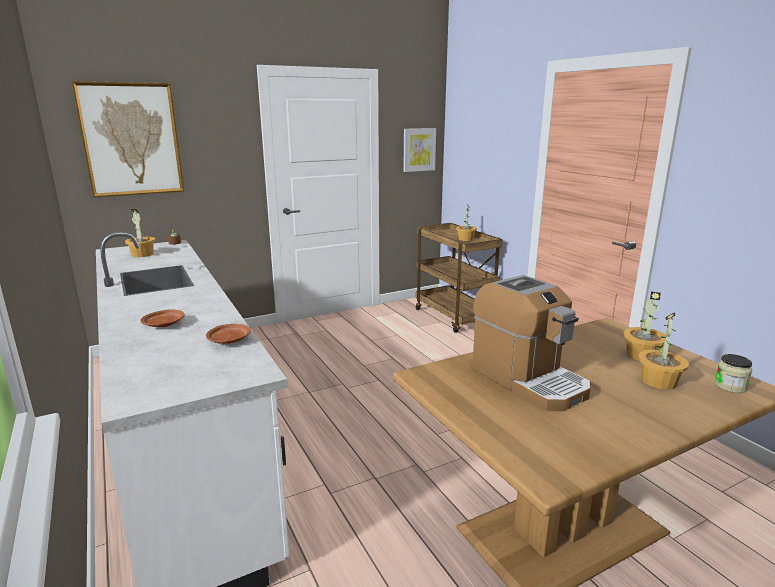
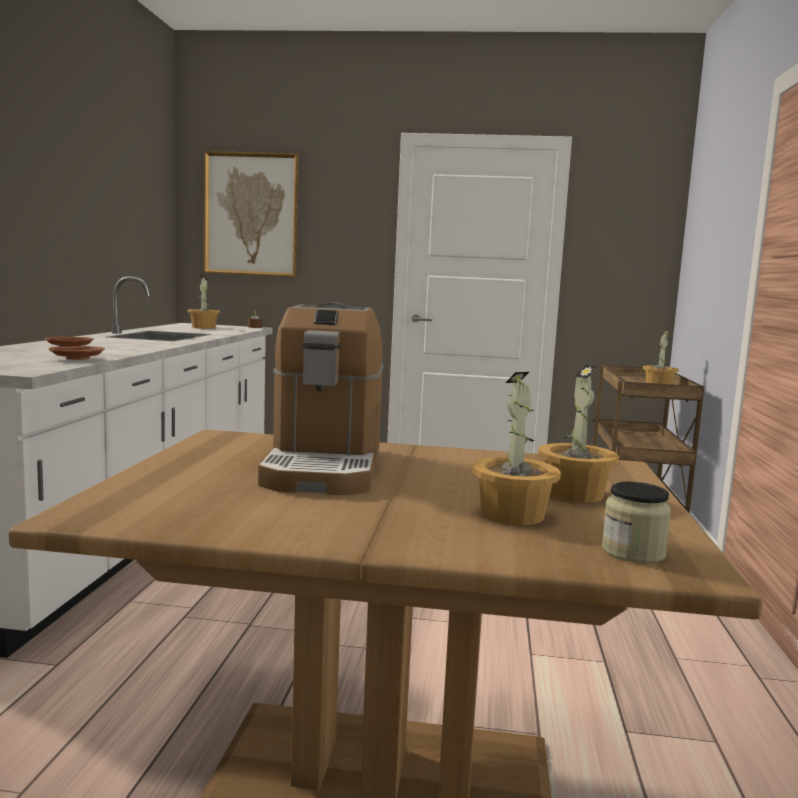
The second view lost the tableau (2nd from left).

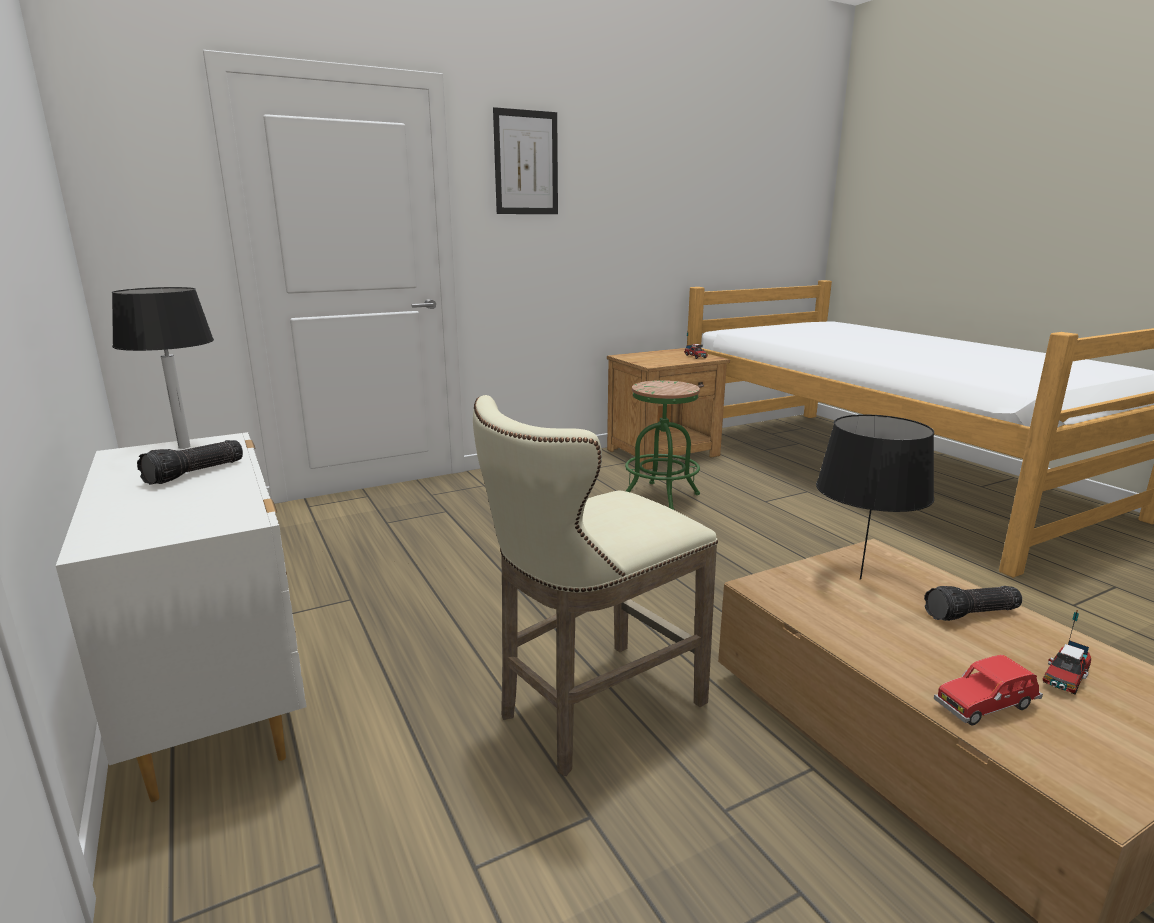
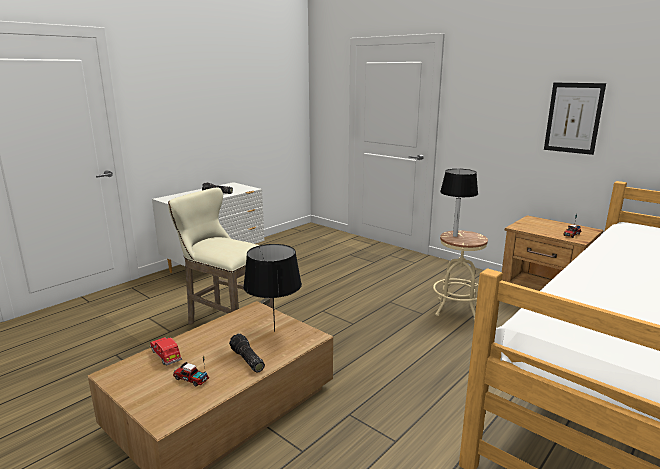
The tableau ended up elsewhere. The lampe de table/noir (1st from left in the first image) ended up elsewhere. What was the tabouret/vert turned into the tabouret/beige (2nd from left).

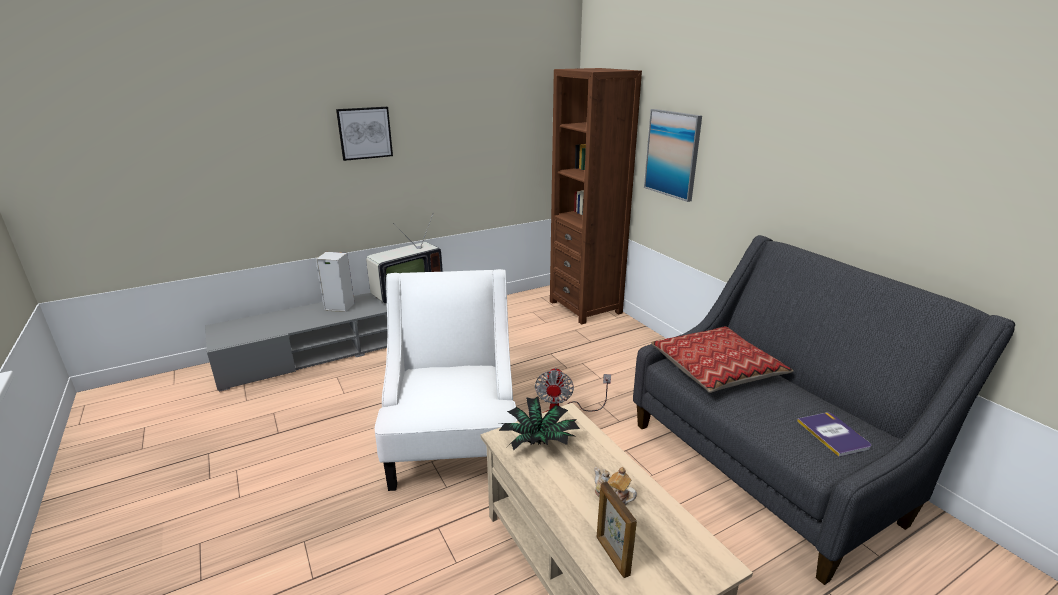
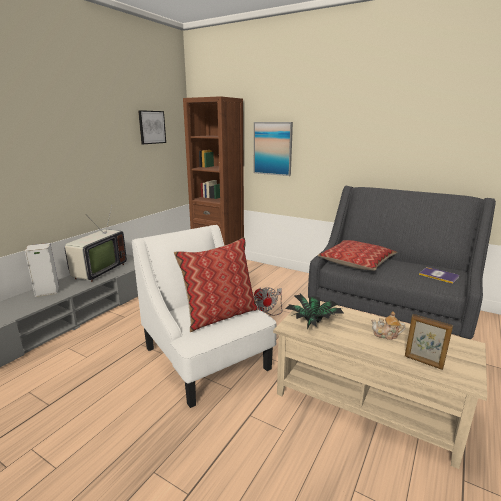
The tableau (1st from left) ended up elsewhere. The second view gained the coussin (1st from left).

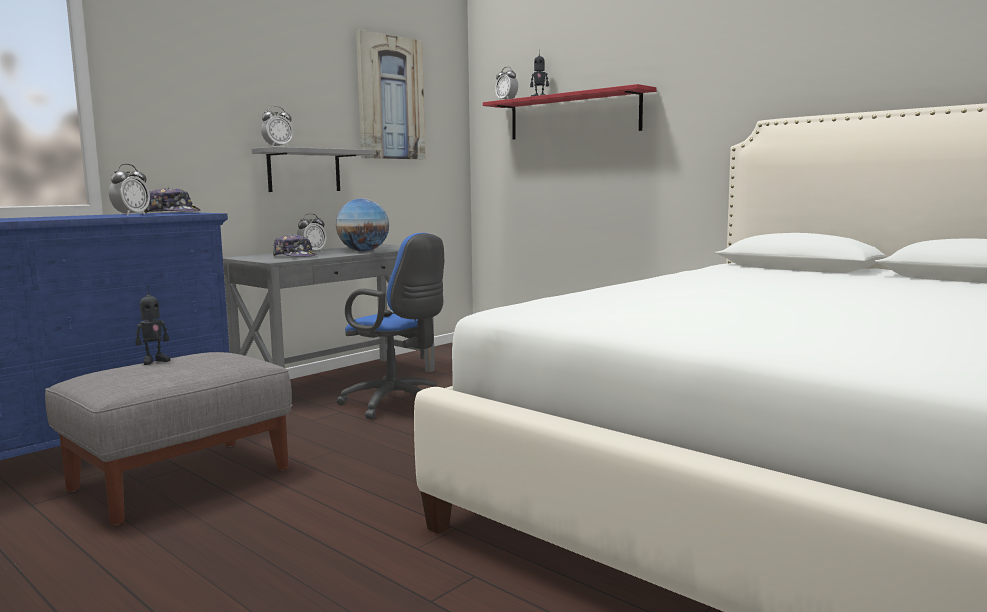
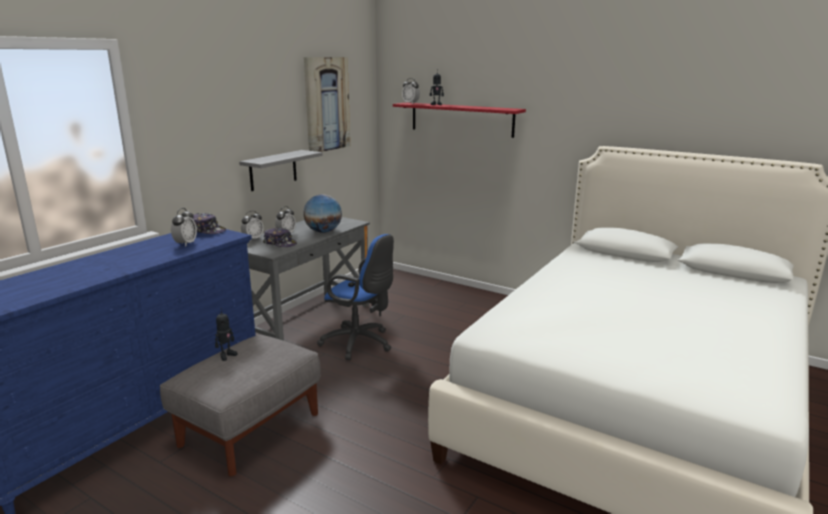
The réveil (2nd from left) ended up elsewhere.

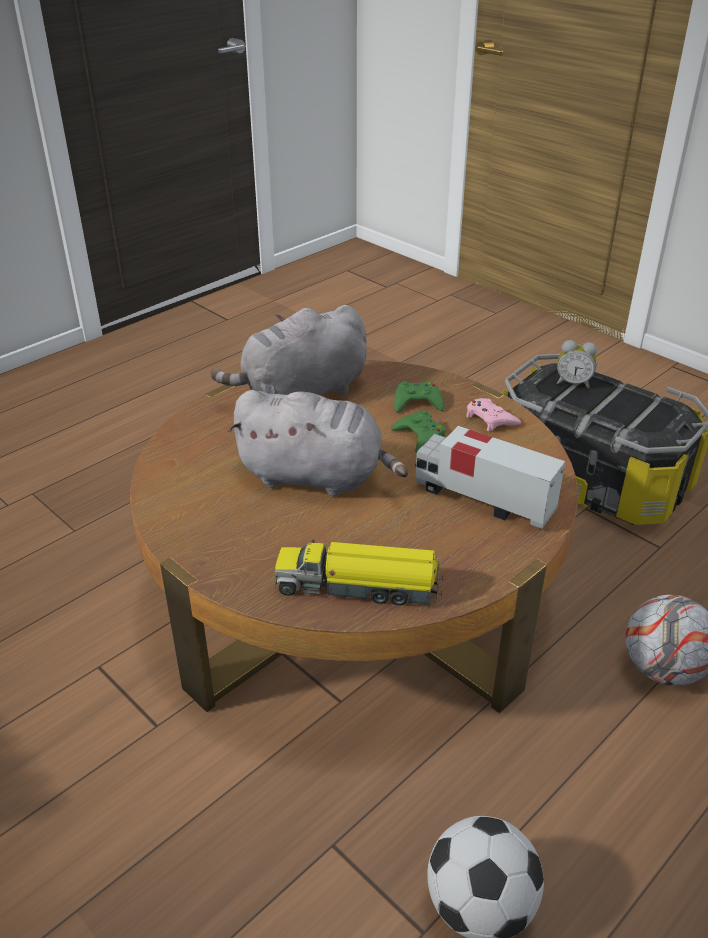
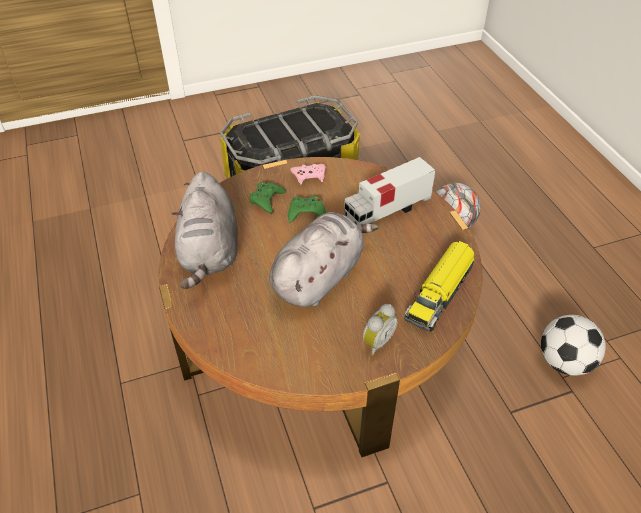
The réveil ended up elsewhere.

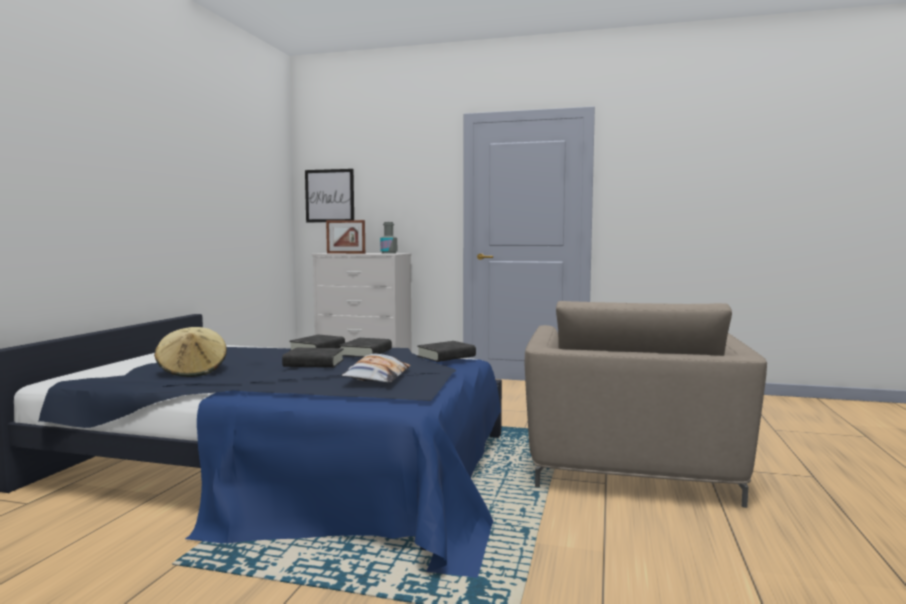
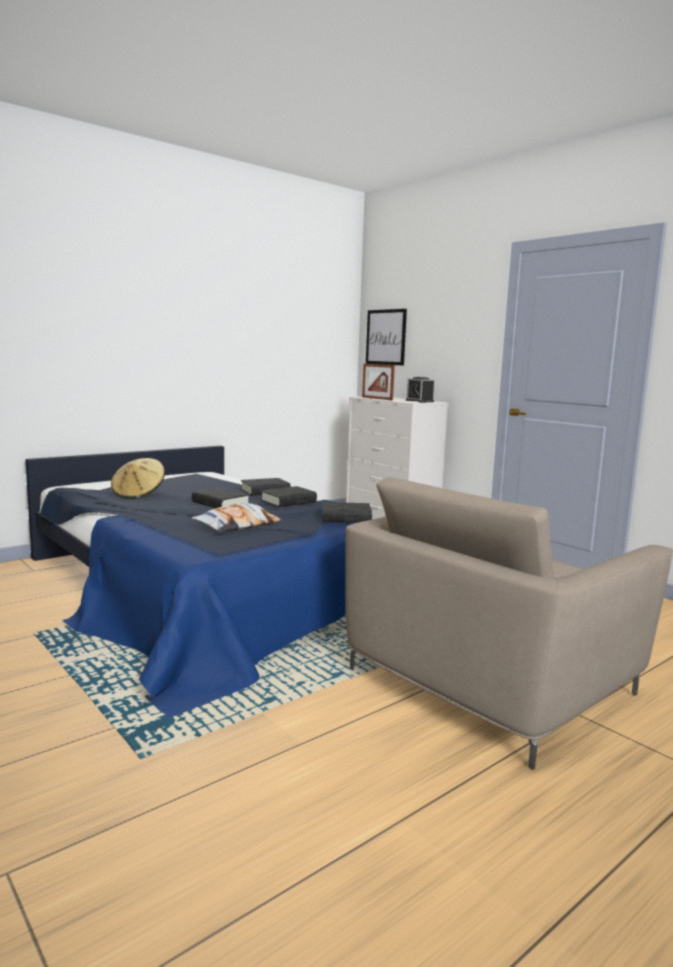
Where the bouteille/gris stood, the réveil came to stand.

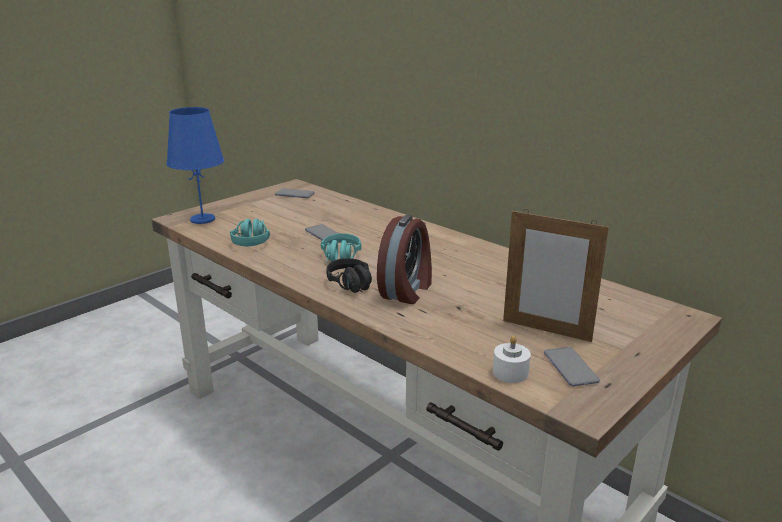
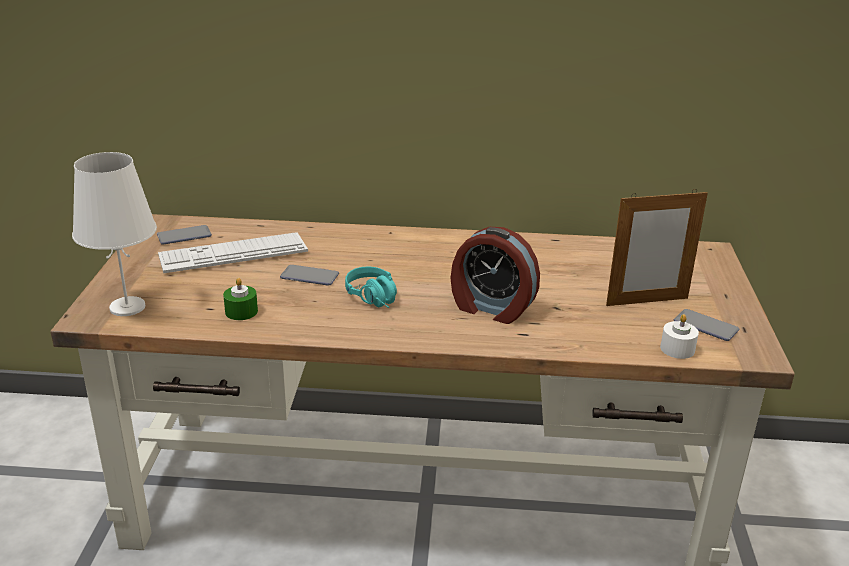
What was the lampe de table/bleu turned into the lampe de table/blanc. The réveil ended up facing another way, 135 degrees clockwise from before. Where the casque audio/turquoise (1st from left) stood, the bougie/vert came to stand. The second view lost the casque audio/noir. The second view gained the clavier.

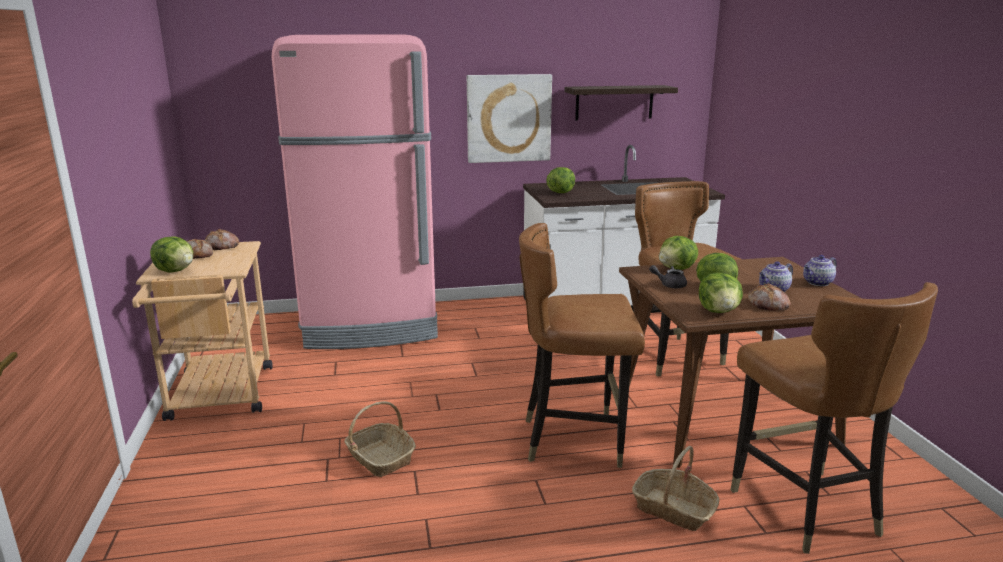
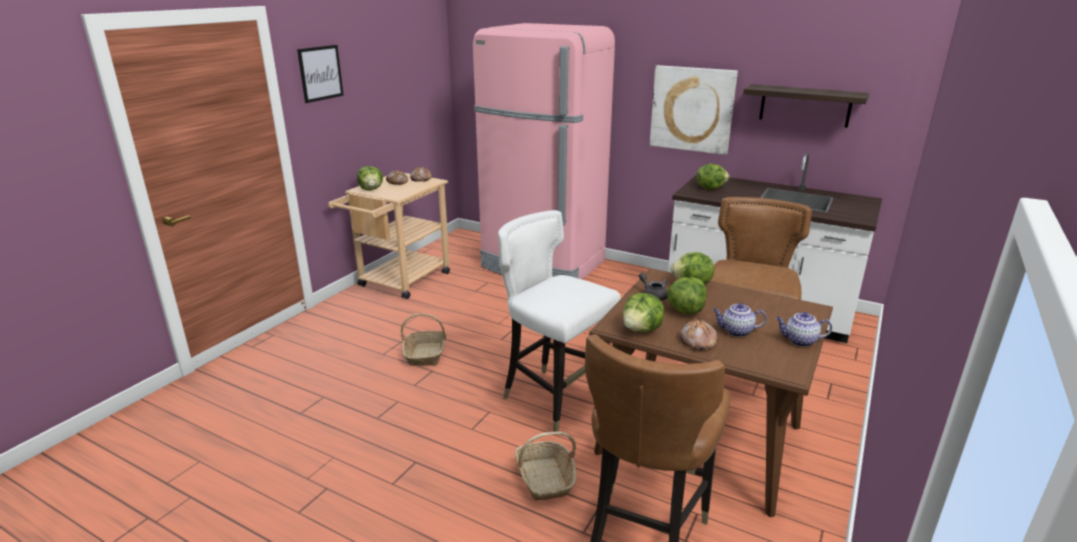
What was the chaise/marron (1st from left) turned into the chaise/blanc. The second view gained the tableau (1st from left).

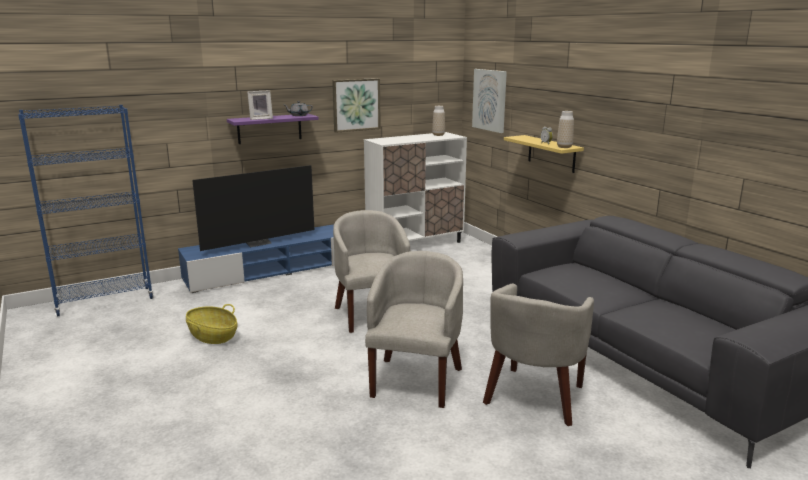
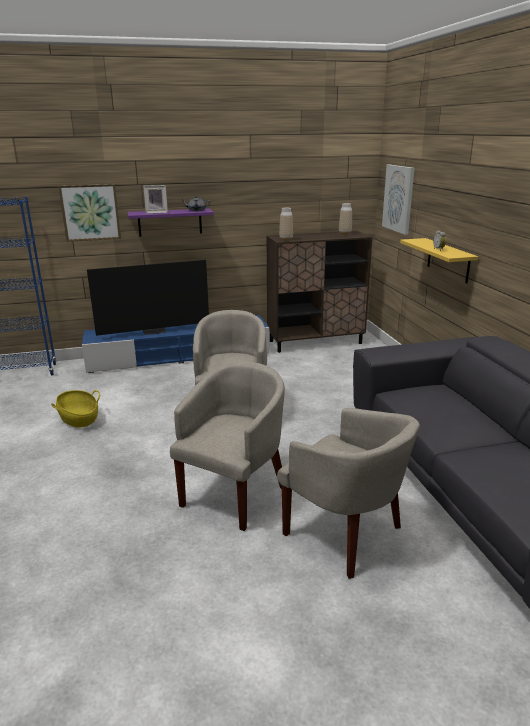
The tableau (1st from left) ended up elsewhere. The vase (2nd from left in the first image) ended up elsewhere. What was the meuble de rangement/blanc turned into the meuble de rangement/marron. The fauteuil/beige (3rd from left) ended up facing another way, 90 degrees counterclockwise from before.

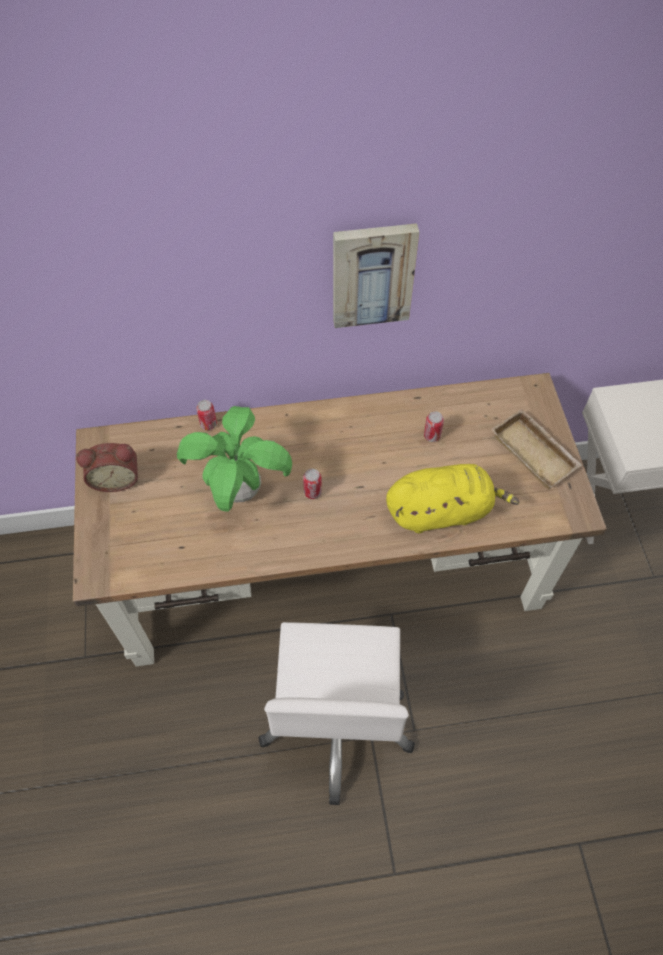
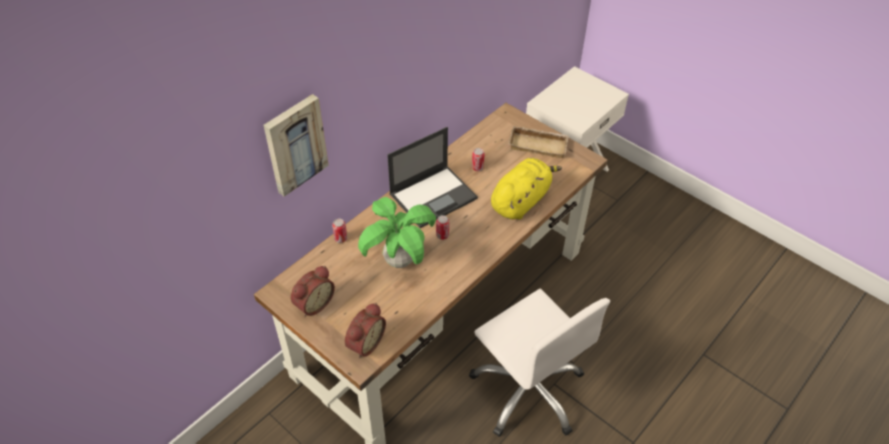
The tableau ended up elsewhere. The second view gained the ordinateur portable. The second view gained the réveil (2nd from left).

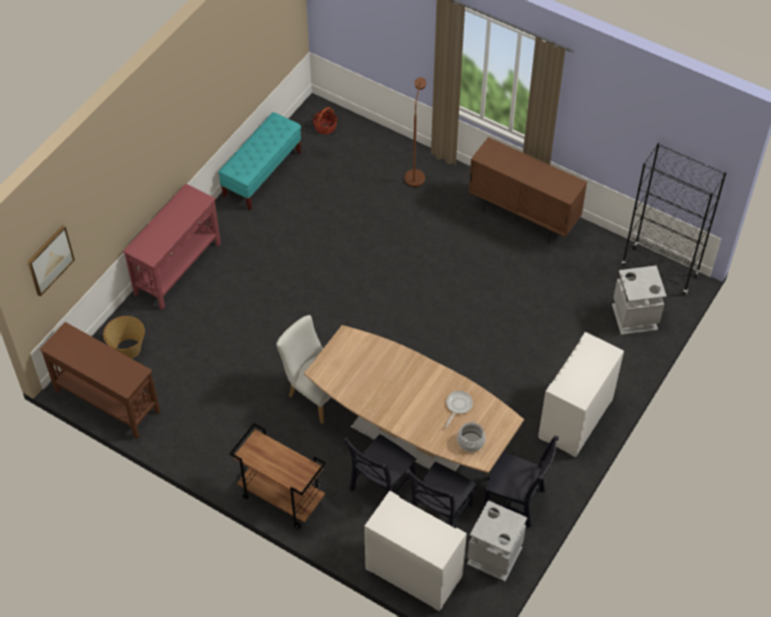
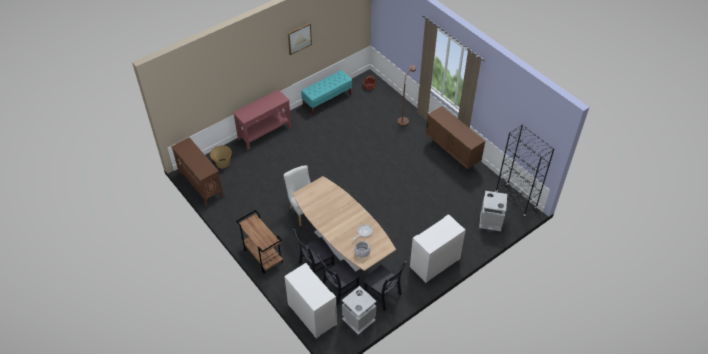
The tableau ended up elsewhere.

